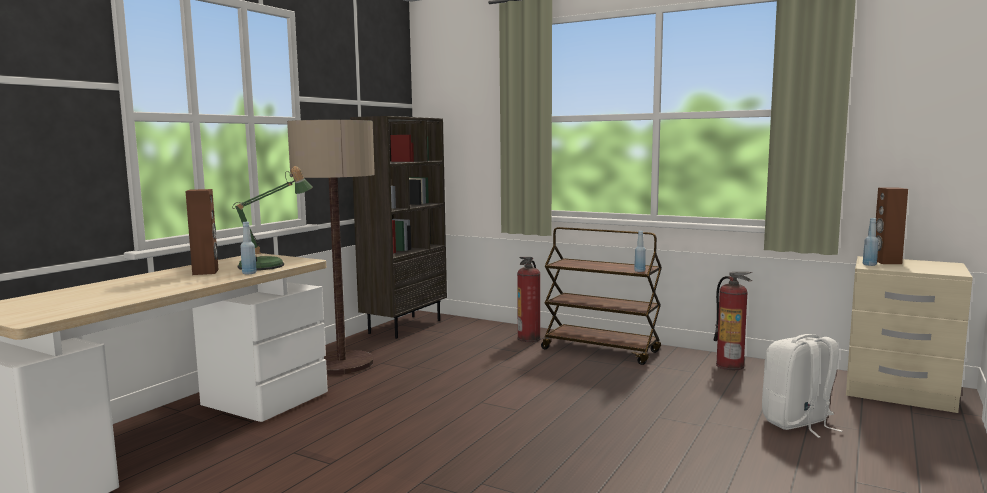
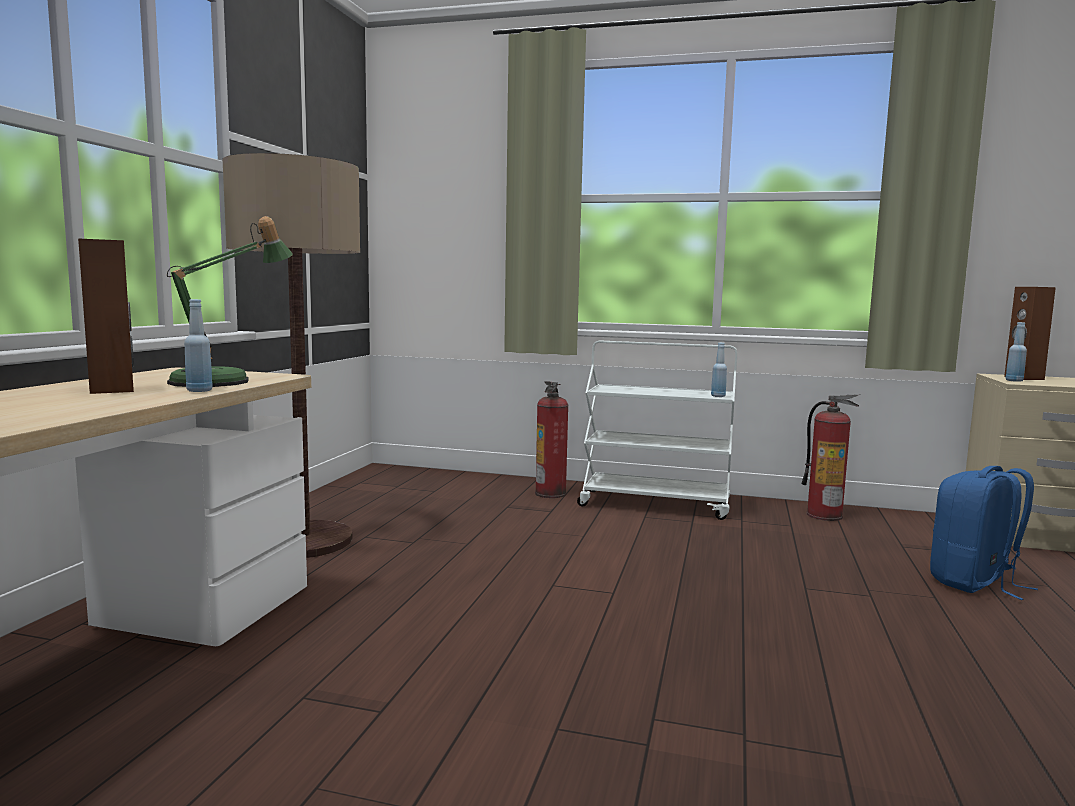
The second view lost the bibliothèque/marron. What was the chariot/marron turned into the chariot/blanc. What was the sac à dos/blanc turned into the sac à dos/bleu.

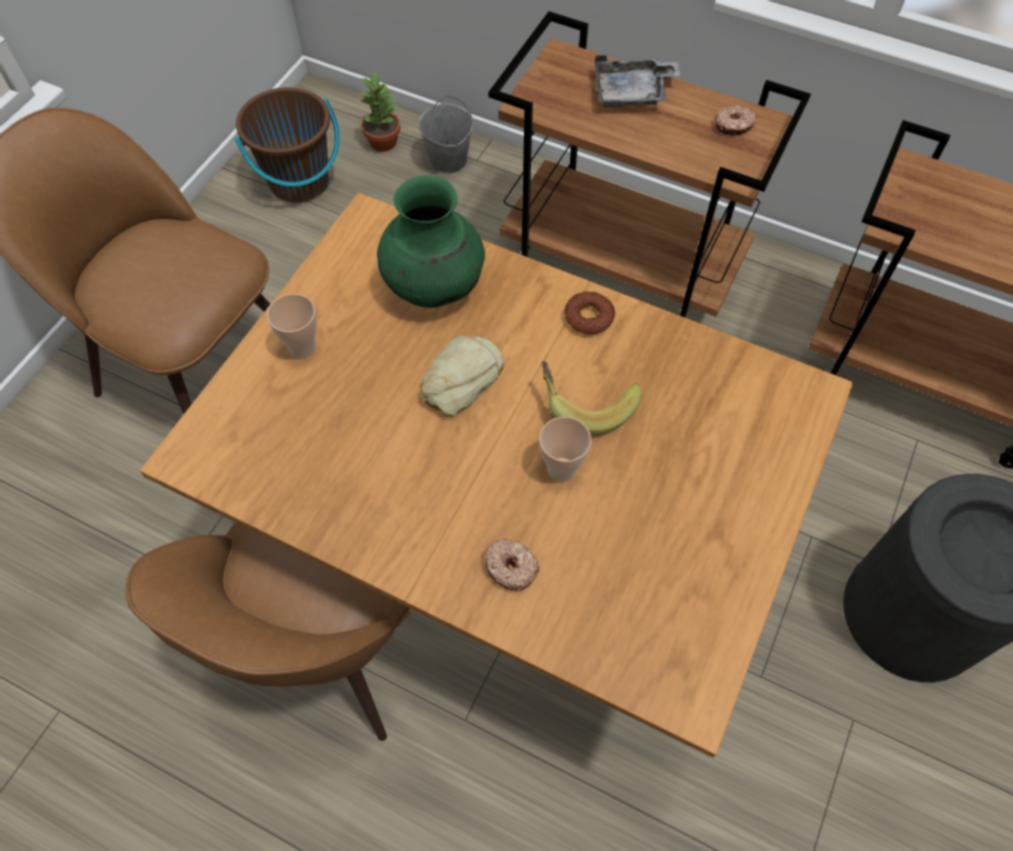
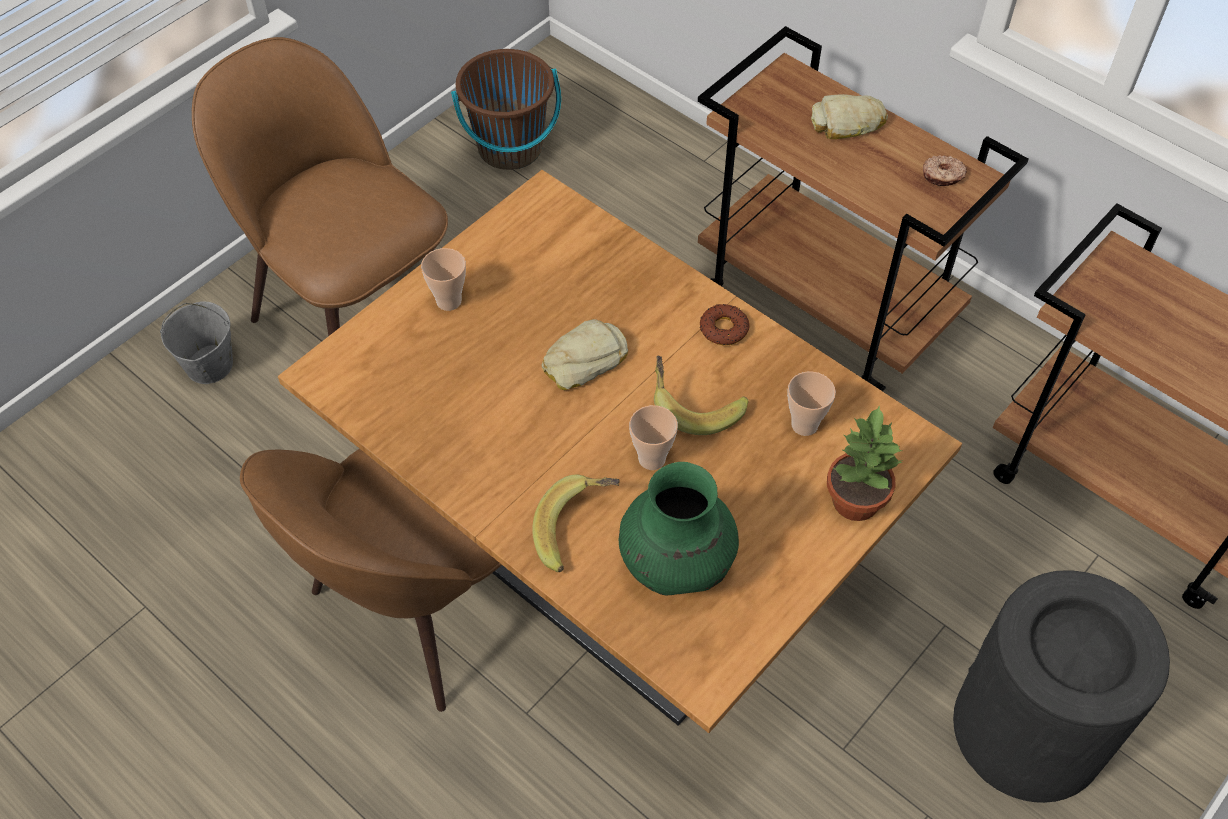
Where the plateau/gris stood, the pain (2nd from left) came to stand. The plante en pot ended up elsewhere. The seau/gris ended up elsewhere. The vase/vert ended up elsewhere. Where the beignet (1st from left) stood, the banane (1st from left) came to stand. The second view gained the tasse (3rd from left).

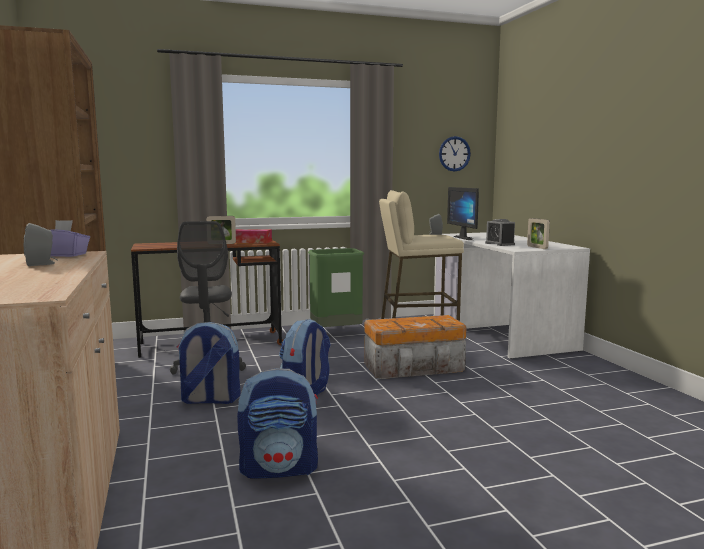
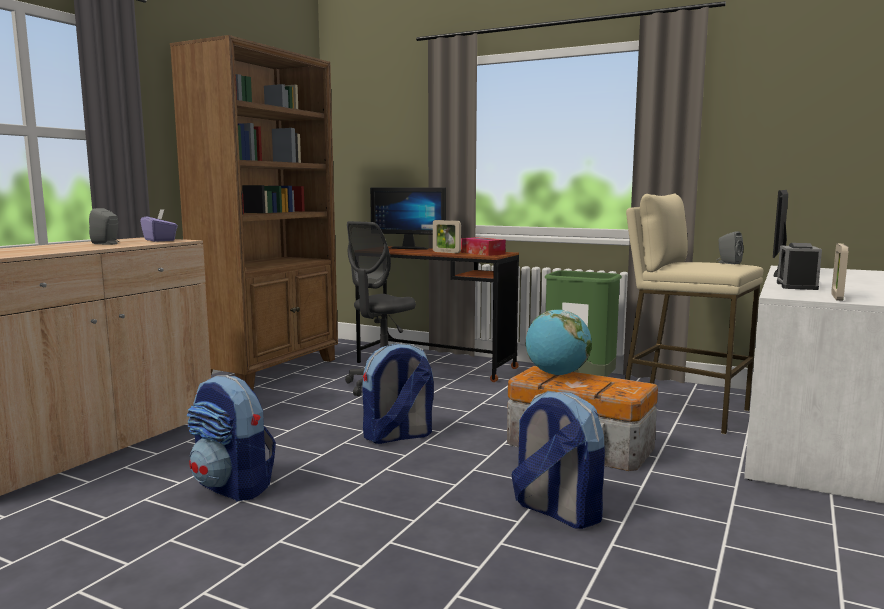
The second view lost the horloge murale. The sac à dos (1st from left in the first image) ended up elsewhere. The second view gained the écran d'ordinateur (1st from left). The second view gained the globe.

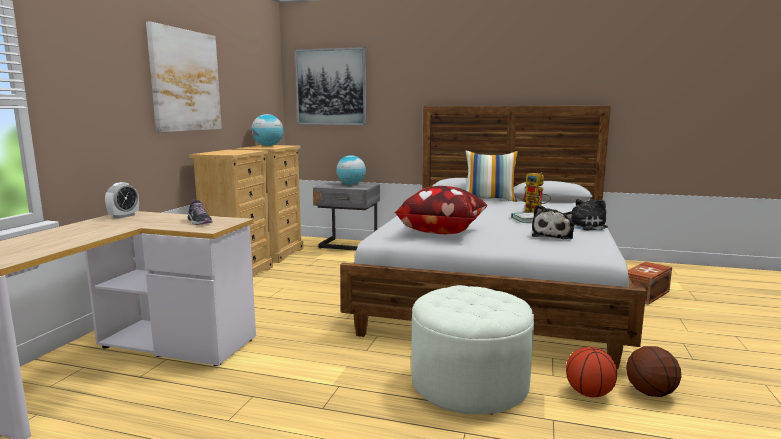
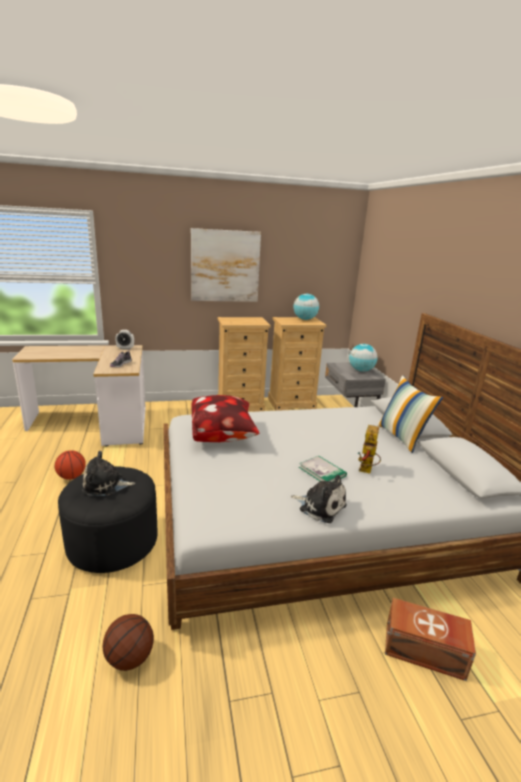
The second view lost the tableau (2nd from left). The peluche (1st from left) ended up elsewhere. What was the pouf/blanc turned into the pouf/noir. The ballon de basket (1st from left) ended up elsewhere.

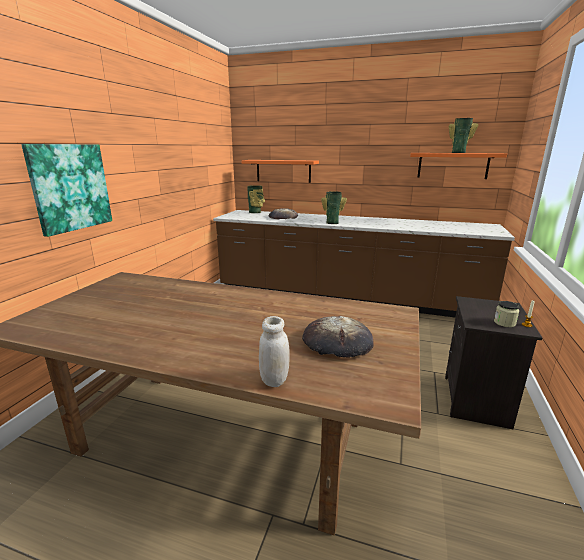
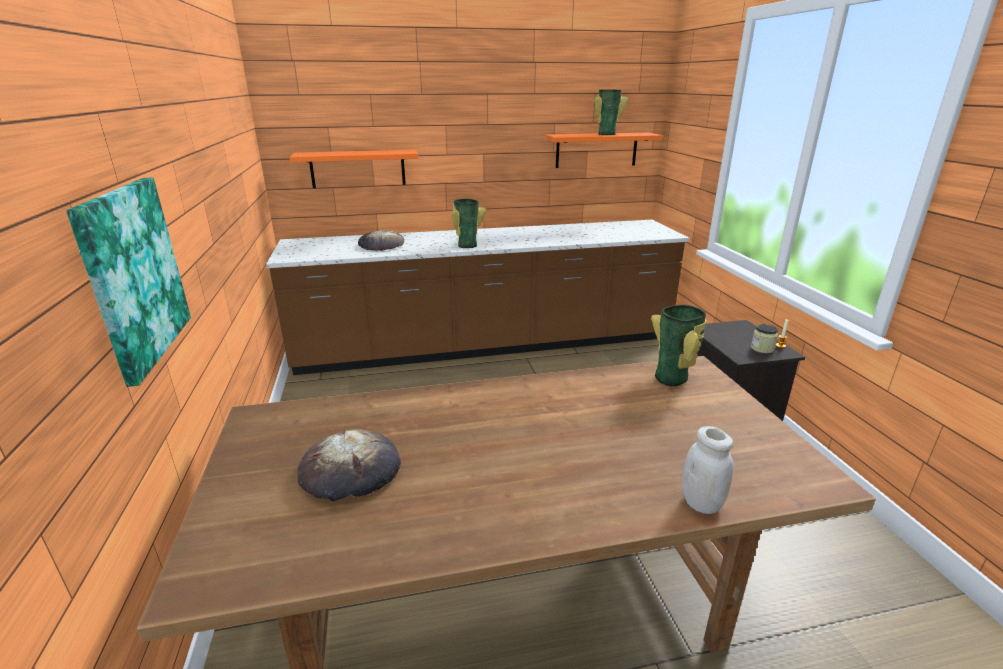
The vase (1st from left in the first image) ended up elsewhere. The pain (2nd from left in the first image) ended up elsewhere.

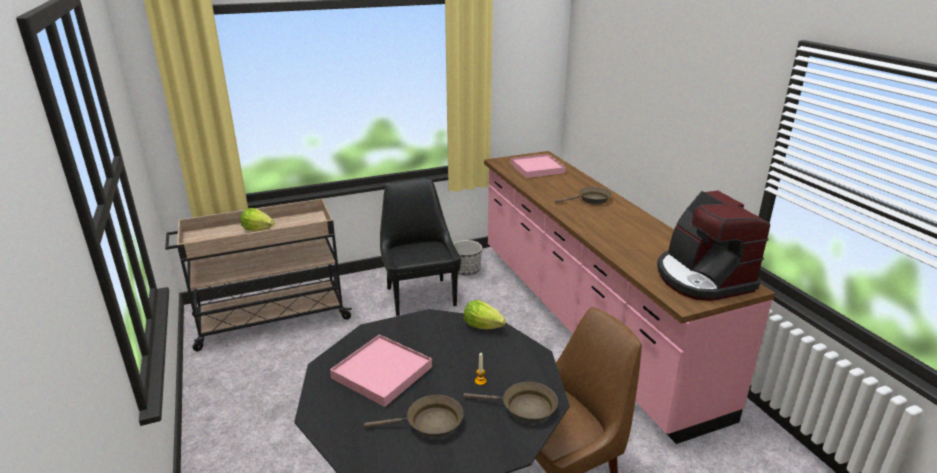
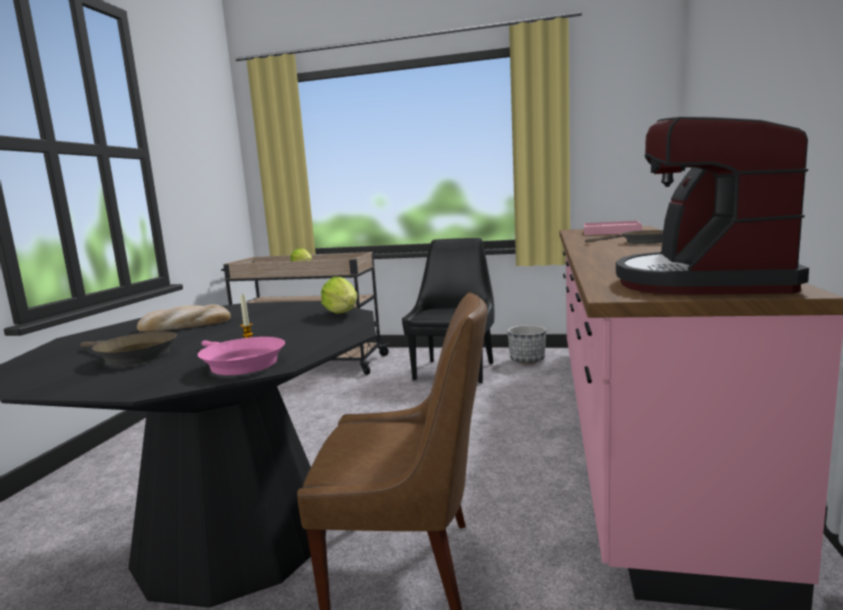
Where the plateau/rose (1st from left) stood, the pain came to stand. What was the poêle/marron (2nd from left) turned into the poêle/rose.

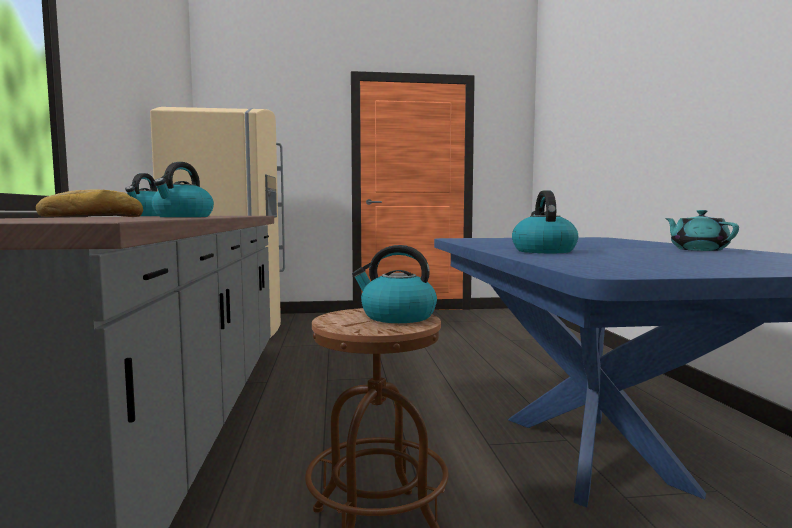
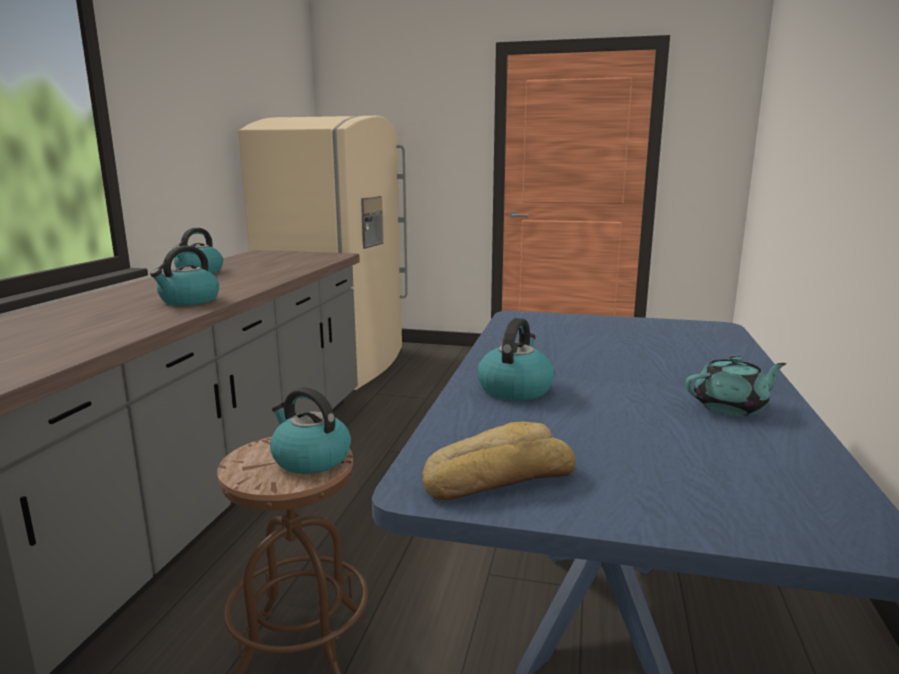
The pain ended up elsewhere. The théière/turquoise ended up facing another way, 75 degrees clockwise from before.

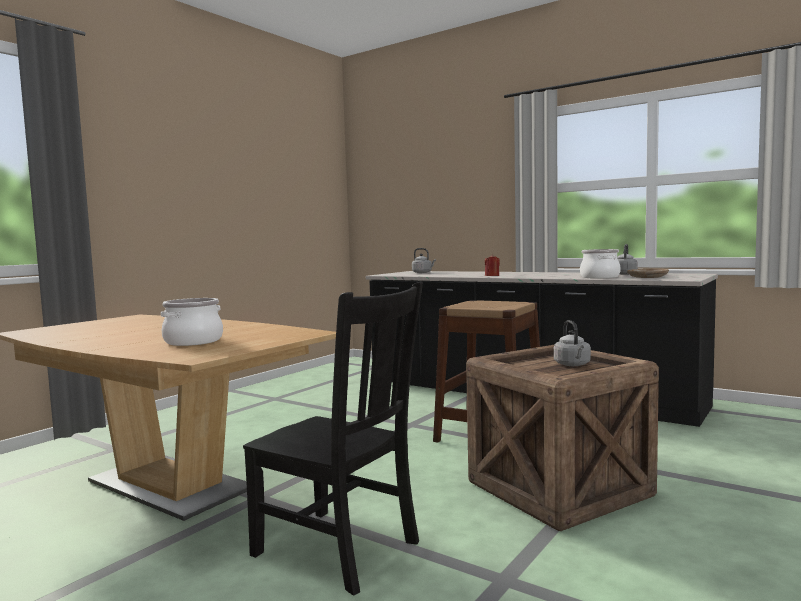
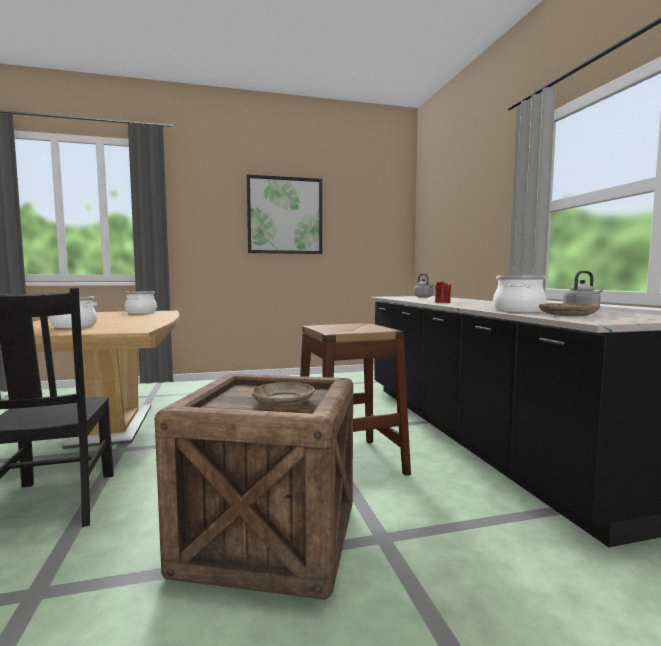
Where the bouilloire/gris (2nd from left) stood, the assiette/beige (1st from left) came to stand. The second view gained the tableau. The second view gained the marmite (2nd from left).

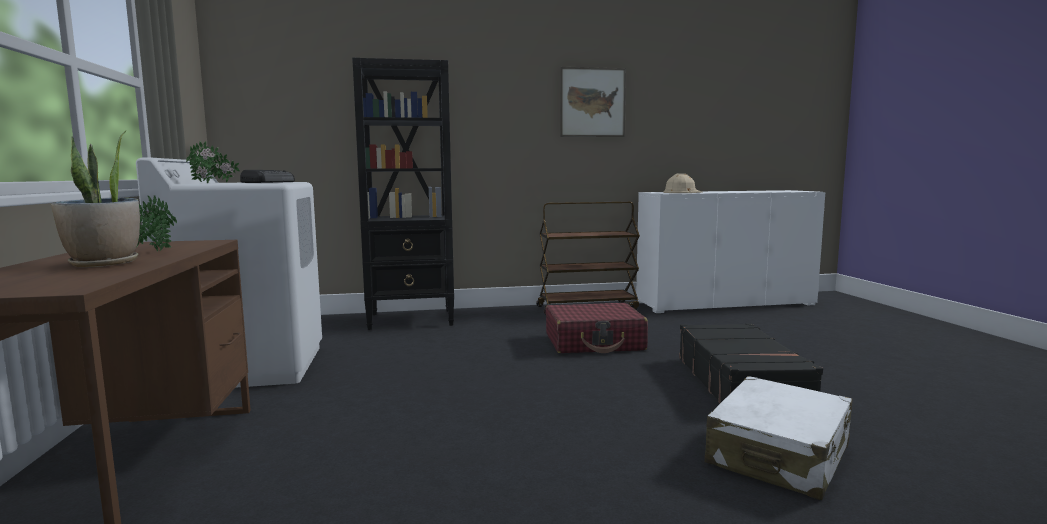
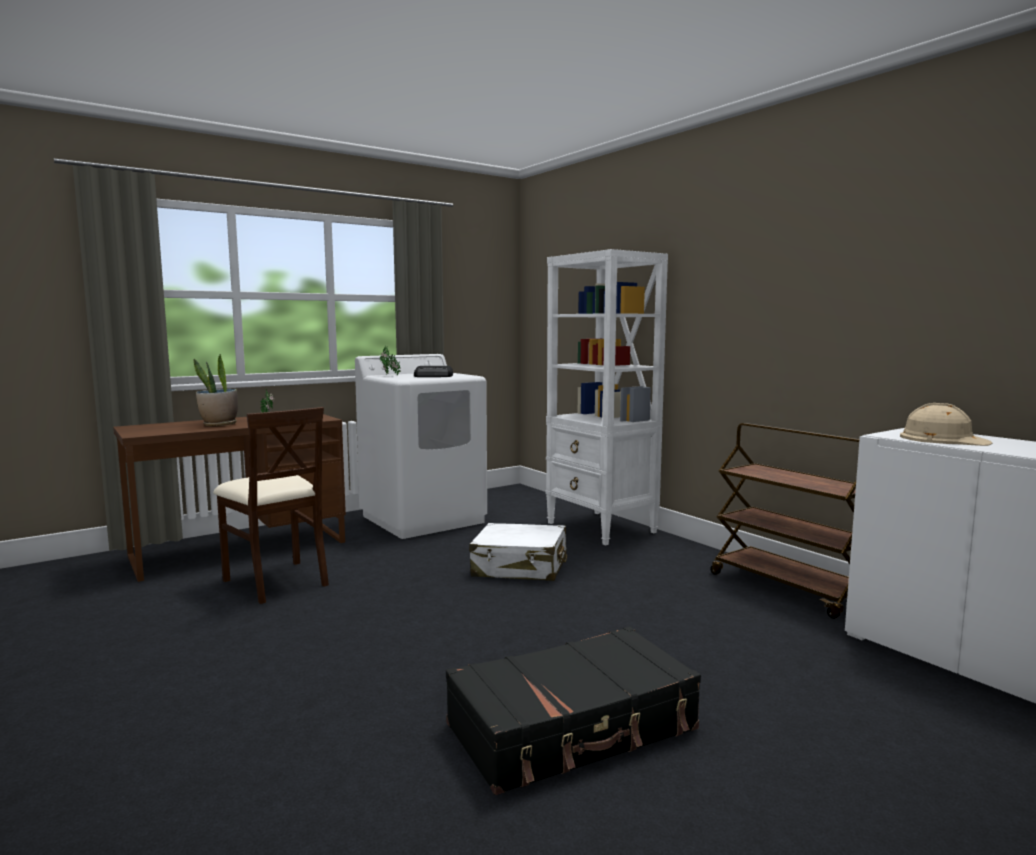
What was the bibliothèque/noir turned into the bibliothèque/blanc. The second view lost the tableau. The second view lost the valise/rouge. The valise/blanc ended up elsewhere. The second view gained the chaise/beige.

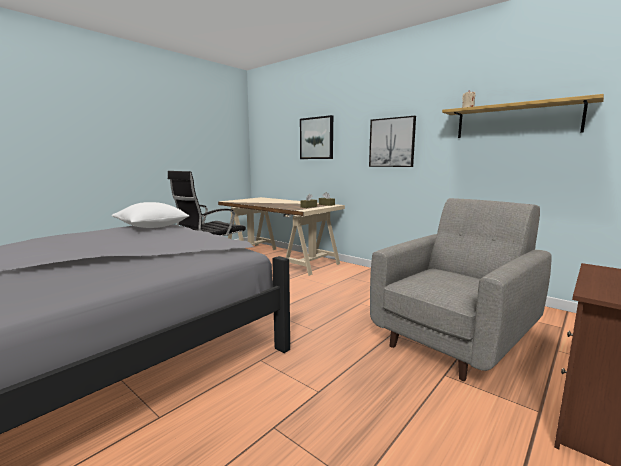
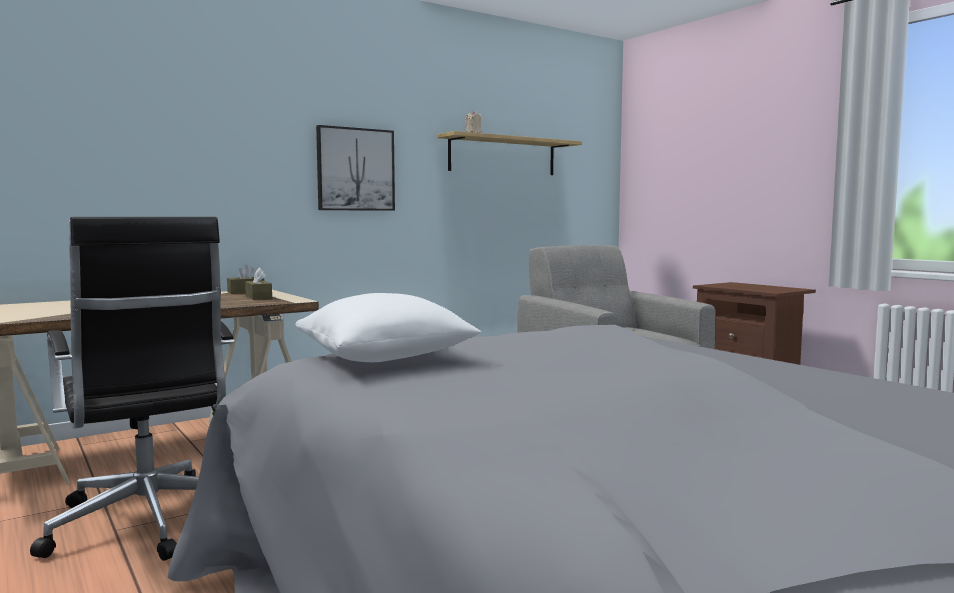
The second view lost the tableau (1st from left).

